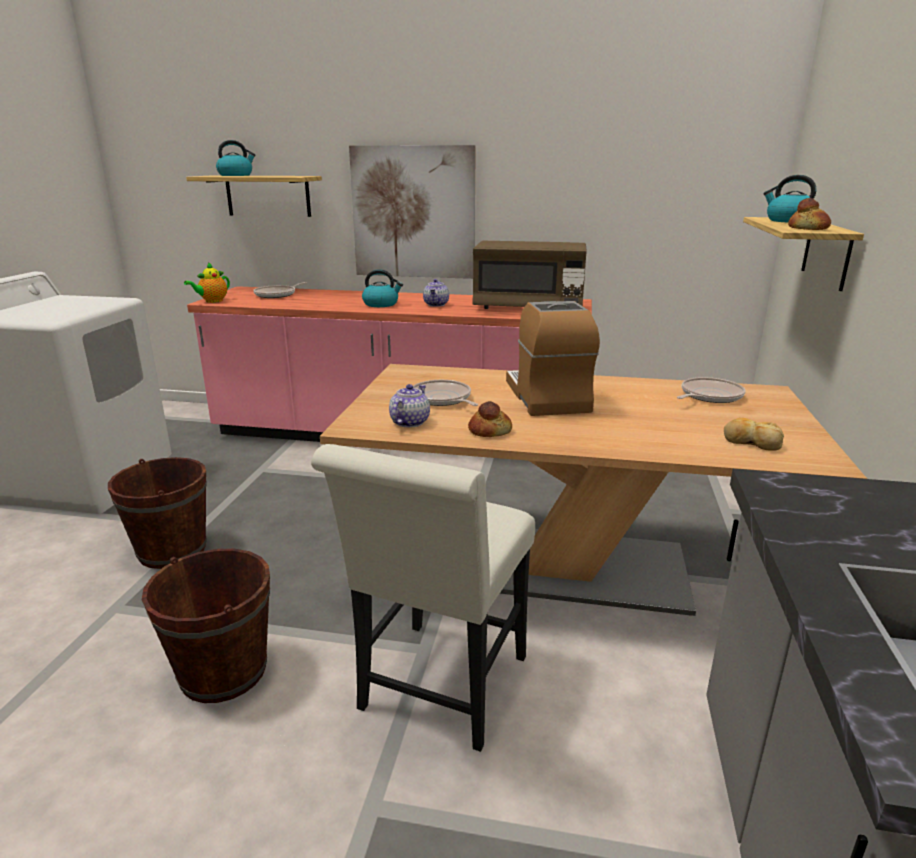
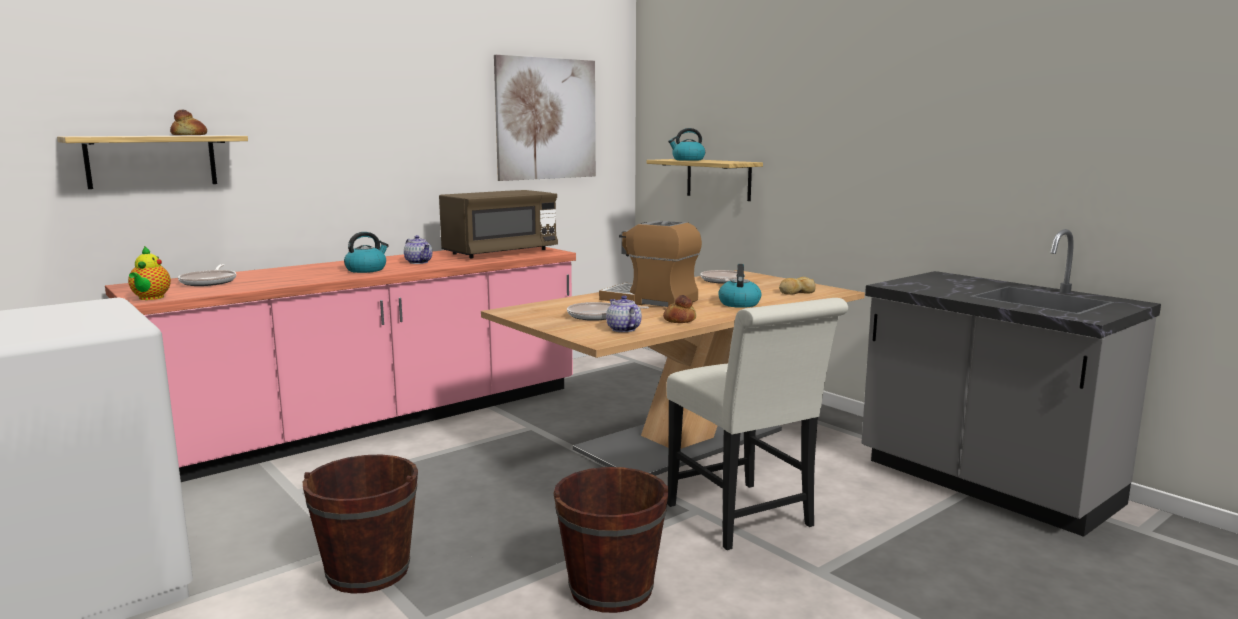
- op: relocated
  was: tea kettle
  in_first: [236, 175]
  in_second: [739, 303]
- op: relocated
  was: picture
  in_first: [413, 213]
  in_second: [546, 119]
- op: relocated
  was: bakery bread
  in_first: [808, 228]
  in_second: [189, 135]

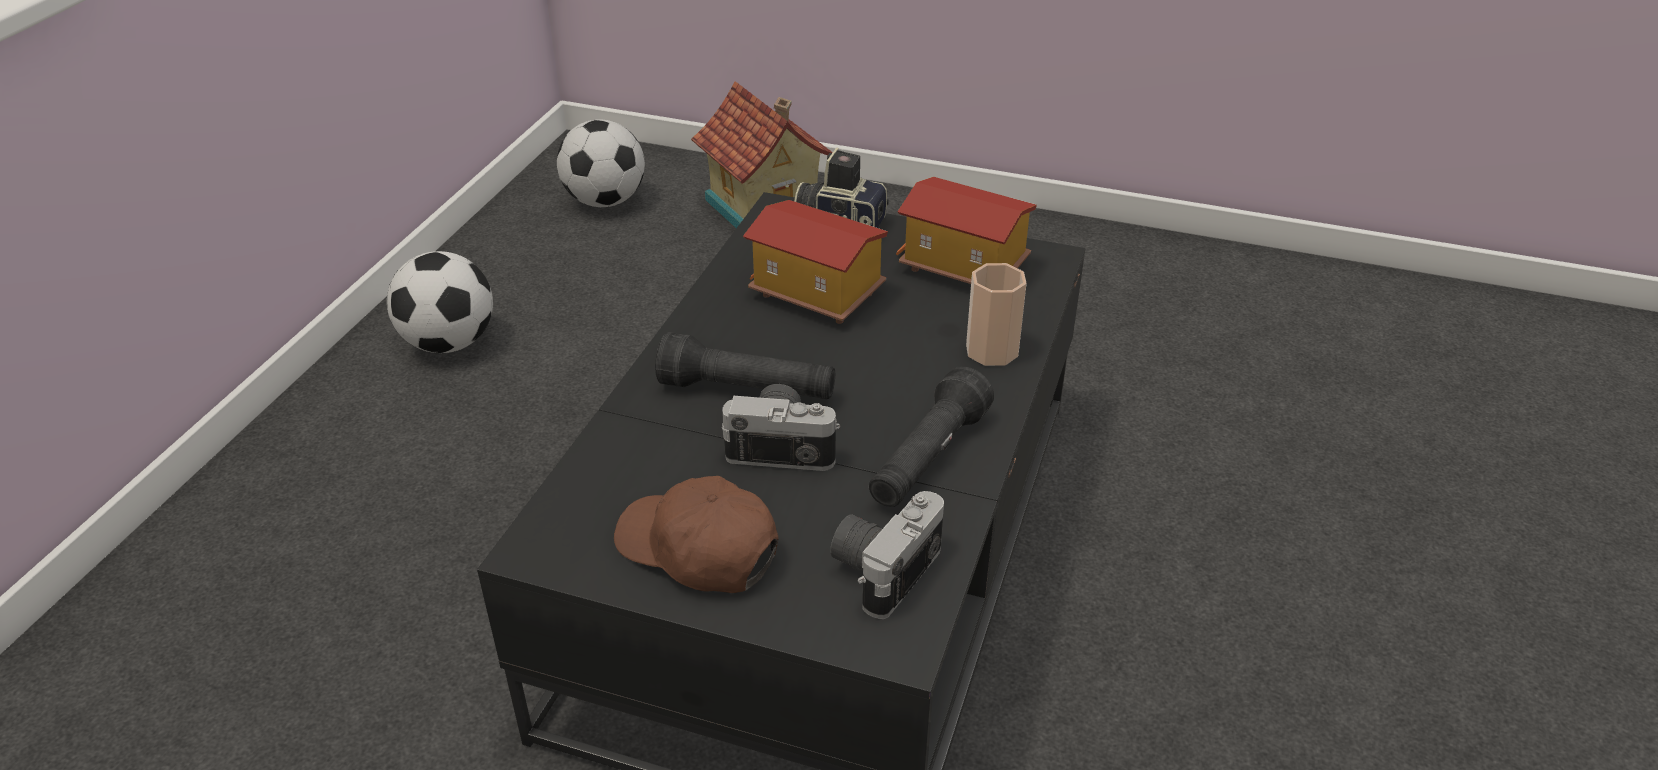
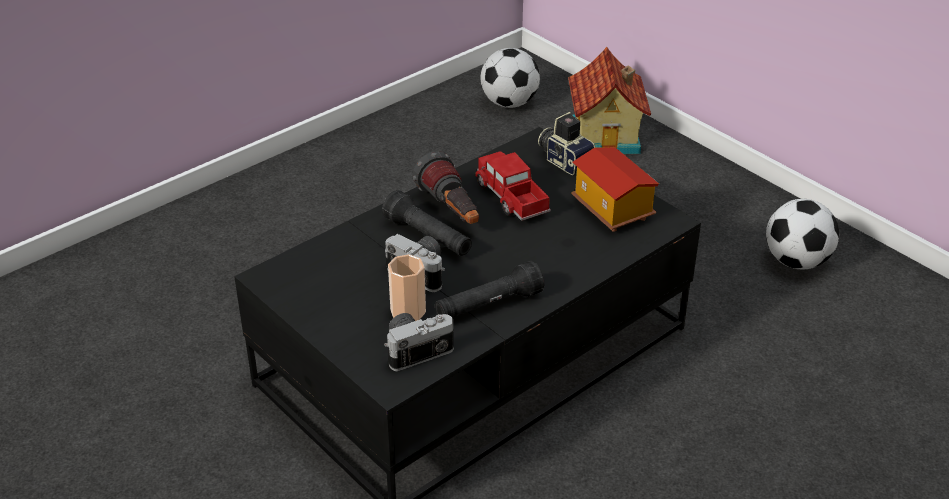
- op: relocated
  was: football ball
  in_first: [449, 343]
  in_second: [796, 261]
- op: missing
  was: cap/brown-coloured
  in_first: [698, 550]
- op: exchanged
  was: miniature house
  now: model truck
  in_first: [814, 295]
  in_second: [511, 197]
- op: relocated
  was: small cup
  in_first: [992, 351]
  in_second: [408, 311]
- op: appeared
  now: hand torch
  in_second: [451, 211]

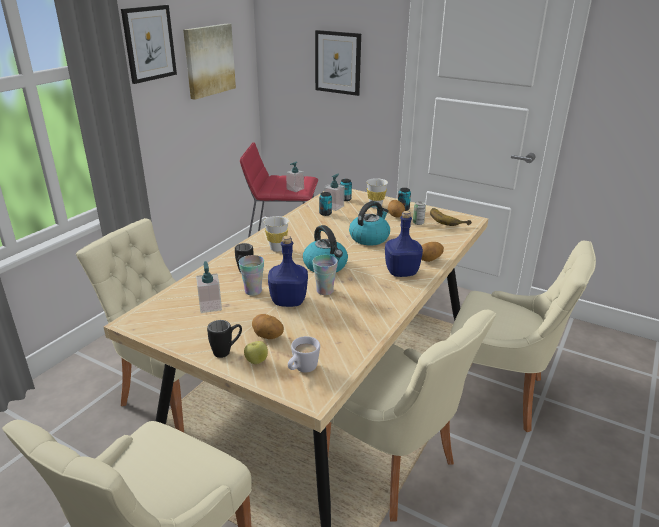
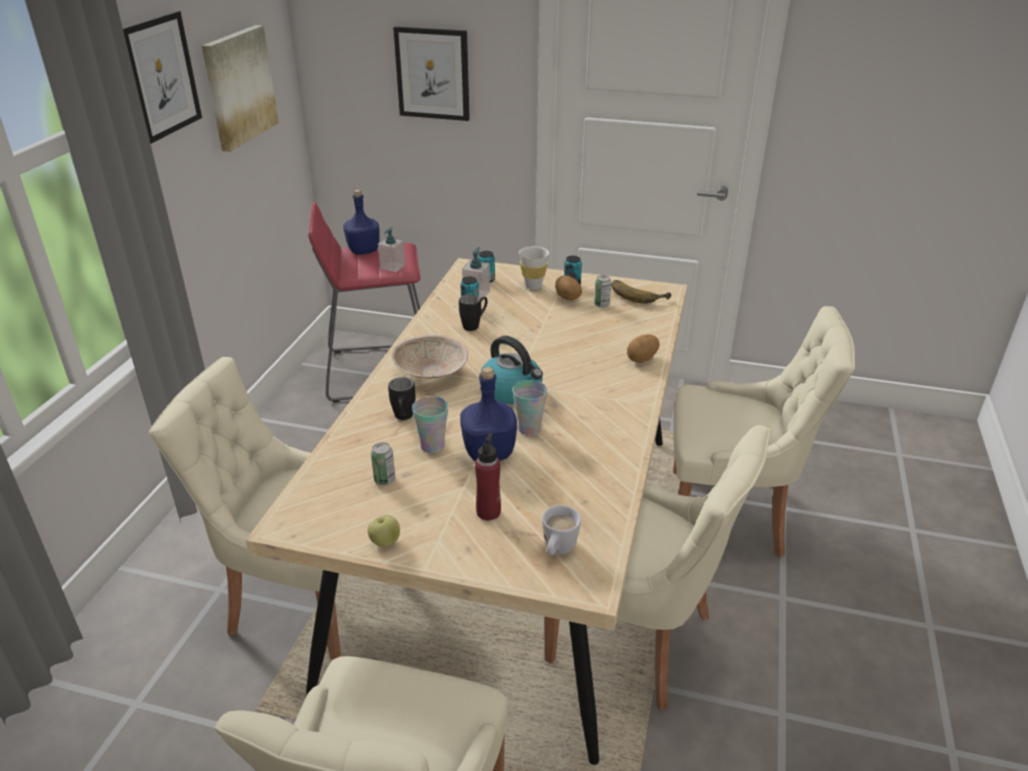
- op: exchanged
  was: soap dispenser
  now: sealed can
  in_first: [210, 306]
  in_second: [384, 480]
- op: relocated
  was: mug/blackish
  in_first: [227, 351]
  in_second: [475, 325]
- op: relocated
  was: whole apple
  in_first: [256, 361]
  in_second: [385, 542]
- op: exchanged
  was: whole potato
  now: bottle/reddish
  in_first: [267, 337]
  in_second: [488, 512]
- op: exchanged
  was: small cup/whitish
  now: bowl/sand-coloured
  in_first: [277, 248]
  in_second: [431, 373]
- op: missing
  was: tea kettle
  in_first: [369, 238]
- op: relocated
  was: bottle/bluish
  in_first: [402, 272]
  in_second: [364, 250]

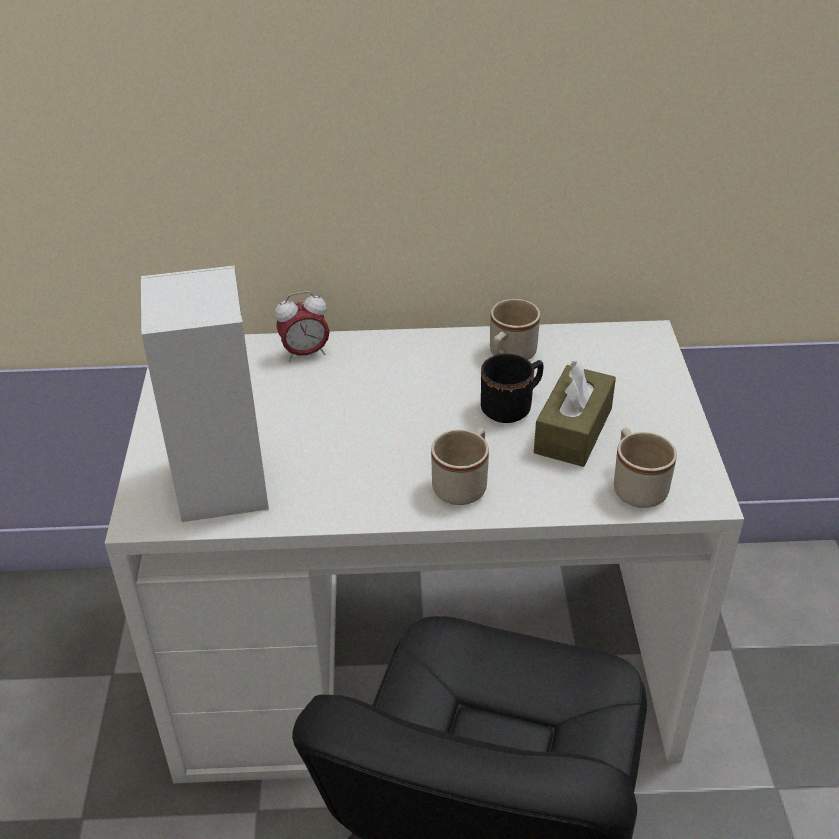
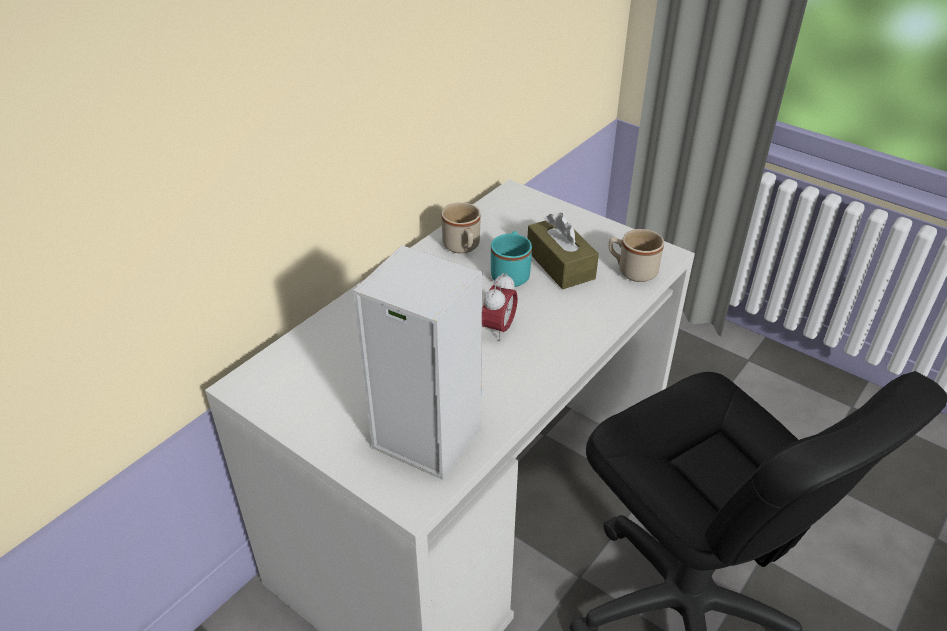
- op: relocated
  was: alarm clock
  in_first: [305, 353]
  in_second: [499, 329]
- op: missing
  was: mug/sand-coloured
  in_first: [464, 484]
- op: colour
  was: mug/blackish
  now: mug/turquoise-coloured
  in_first: [512, 407]
  in_second: [511, 273]

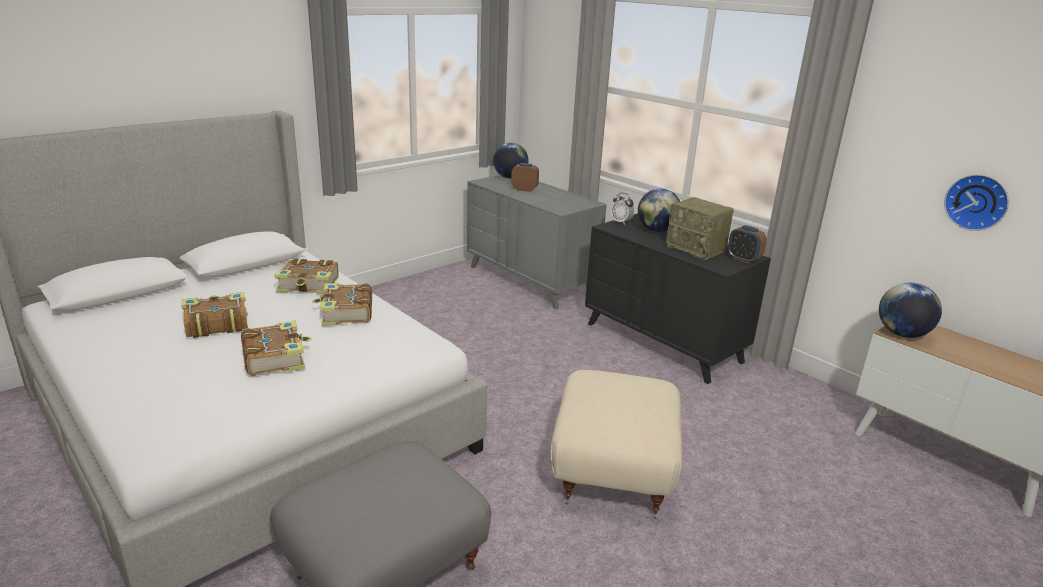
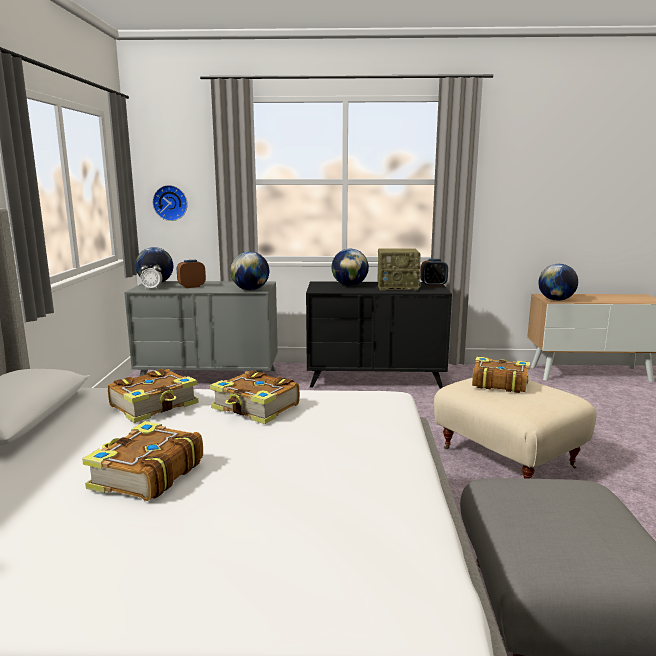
- op: relocated
  was: book
  in_first: [275, 358]
  in_second: [499, 383]
- op: relocated
  was: alarm clock
  in_first: [621, 222]
  in_second: [152, 288]
- op: relocated
  was: hanging clock
  in_first: [977, 201]
  in_second: [170, 203]
- op: appeared
  now: globe
  in_second: [250, 290]

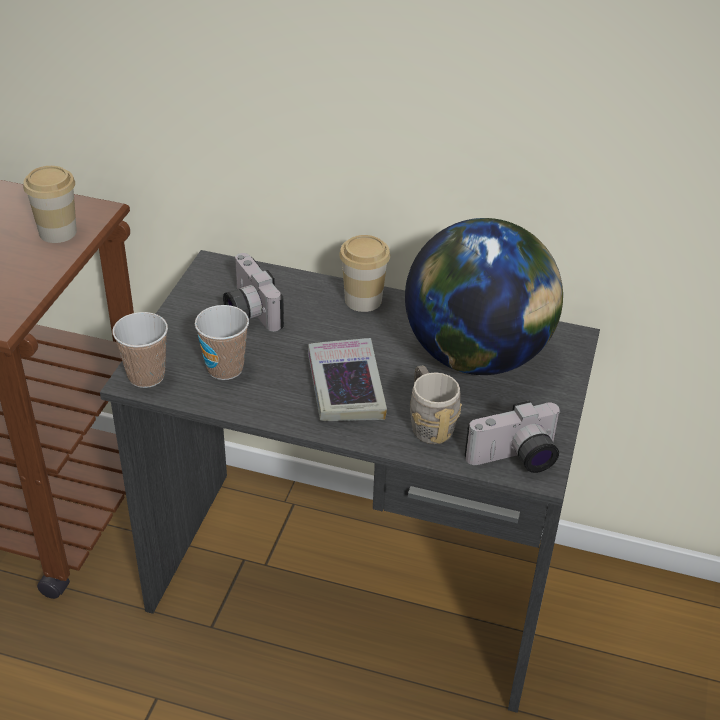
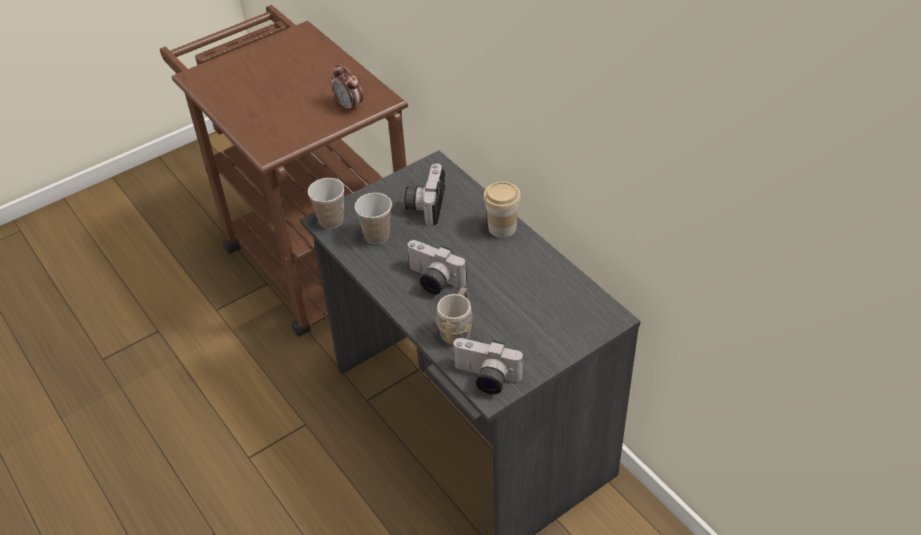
- op: exchanged
  was: small cup
  now: alarm clock
  in_first: [58, 232]
  in_second: [349, 106]
- op: exchanged
  was: book
  now: photo camera
  in_first: [345, 387]
  in_second: [433, 281]
- op: missing
  was: globe
  in_first: [477, 356]

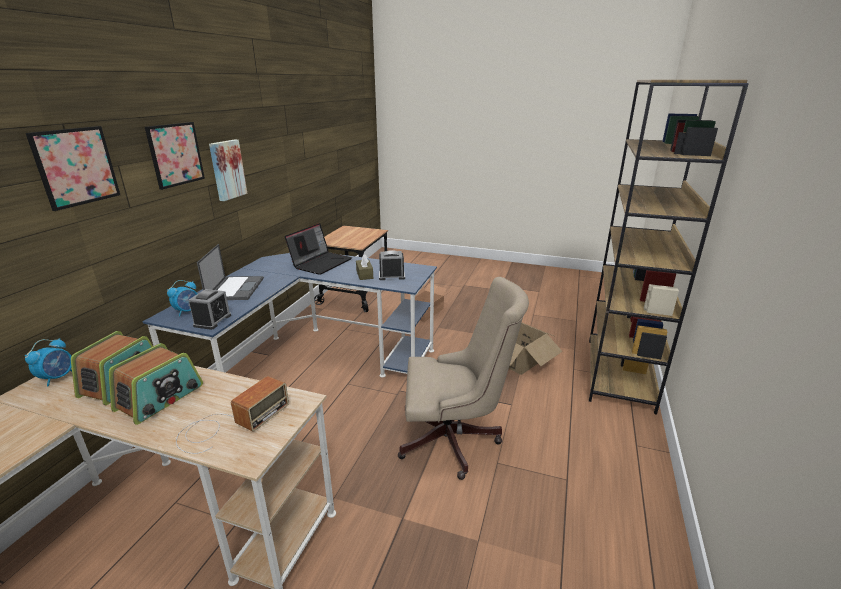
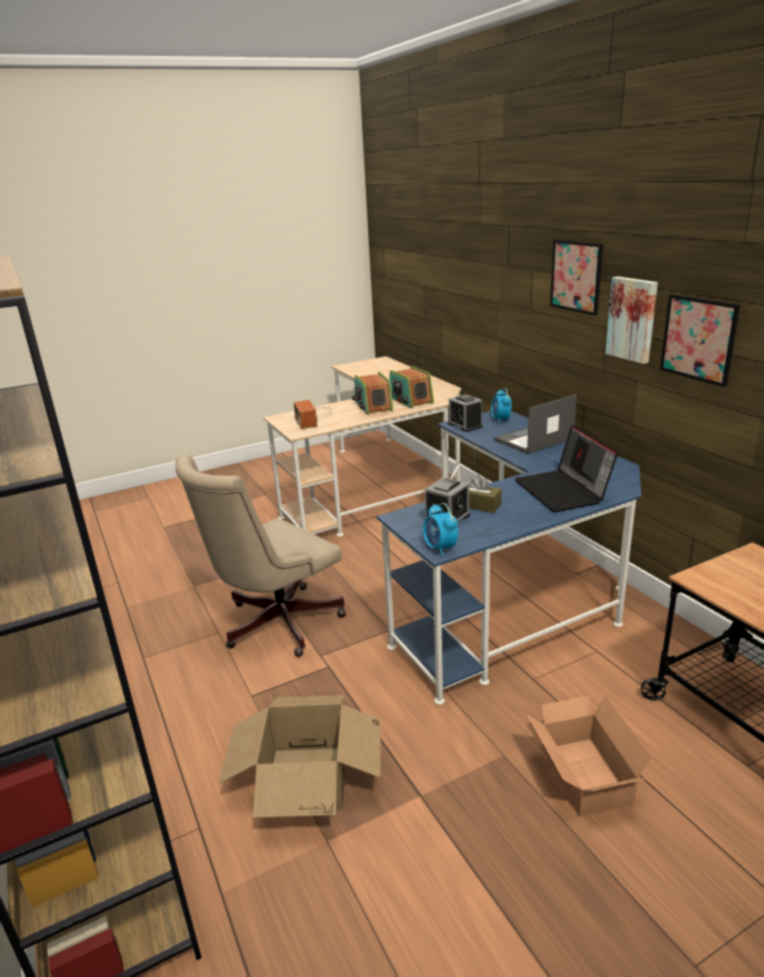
- op: relocated
  was: alarm clock
  in_first: [58, 377]
  in_second: [440, 548]
- op: relocated
  was: picture
  in_first: [76, 167]
  in_second: [698, 339]
- op: spun
  was: notebook computer
  in_first: [235, 288]
  in_second: [533, 440]
  clockwise: 105

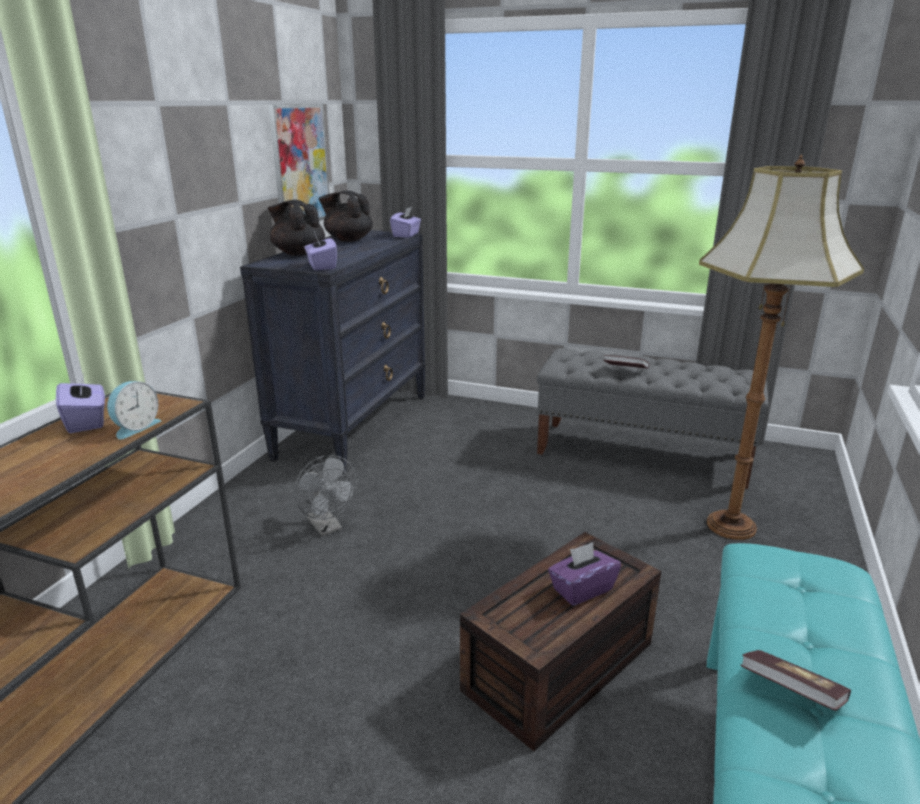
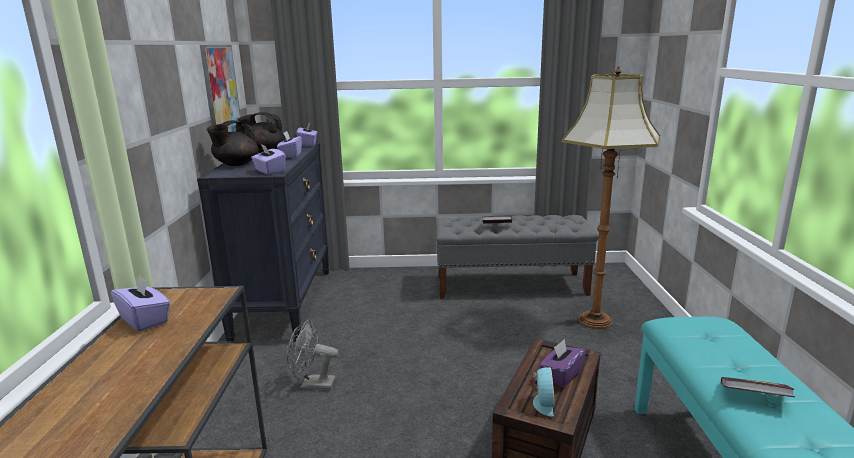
- op: relocated
  was: alarm clock
  in_first: [135, 427]
  in_second: [542, 403]
- op: spun
  was: tea pot/blackish
  in_first: [298, 253]
  in_second: [236, 164]
  clockwise: -75
- op: spun
  was: electric fan/gray
  in_first: [327, 527]
  in_second: [312, 384]
  clockwise: 150
- op: appeared
  now: tissue box/purple-coloured
  in_second: [290, 156]

